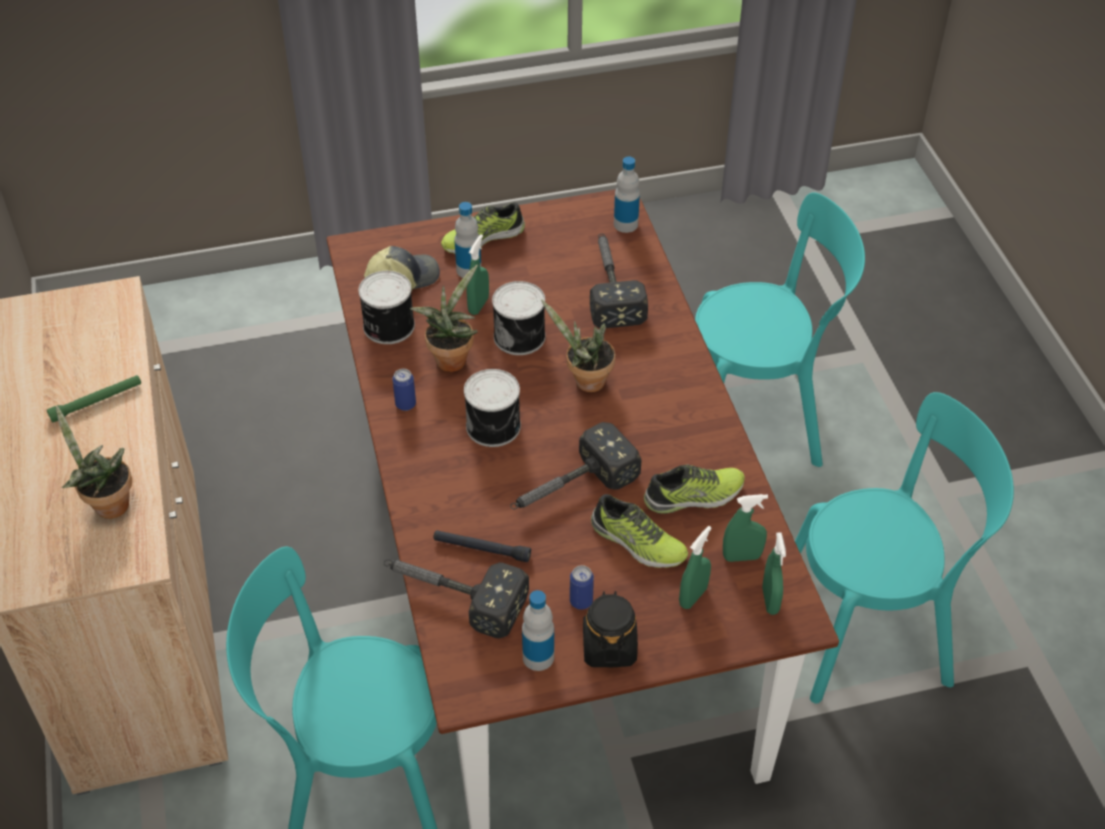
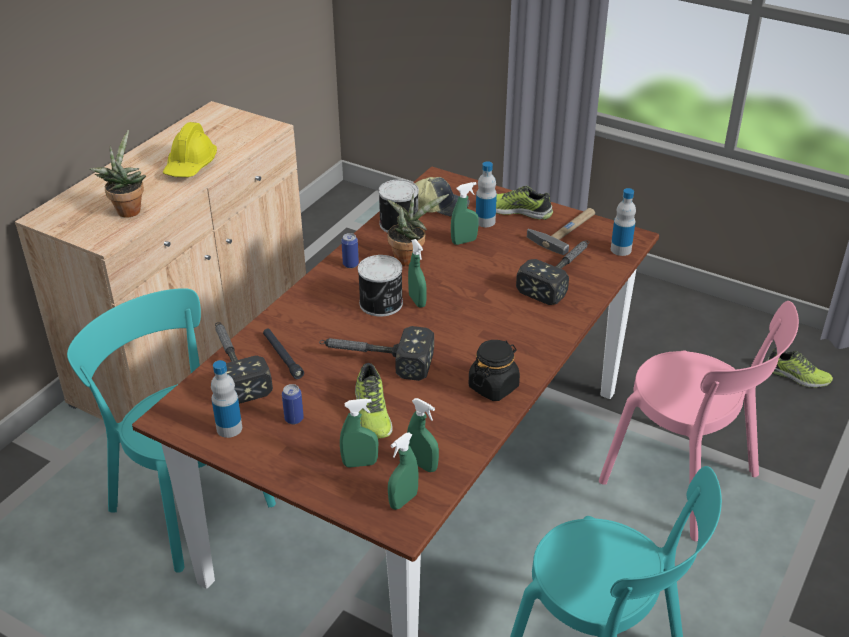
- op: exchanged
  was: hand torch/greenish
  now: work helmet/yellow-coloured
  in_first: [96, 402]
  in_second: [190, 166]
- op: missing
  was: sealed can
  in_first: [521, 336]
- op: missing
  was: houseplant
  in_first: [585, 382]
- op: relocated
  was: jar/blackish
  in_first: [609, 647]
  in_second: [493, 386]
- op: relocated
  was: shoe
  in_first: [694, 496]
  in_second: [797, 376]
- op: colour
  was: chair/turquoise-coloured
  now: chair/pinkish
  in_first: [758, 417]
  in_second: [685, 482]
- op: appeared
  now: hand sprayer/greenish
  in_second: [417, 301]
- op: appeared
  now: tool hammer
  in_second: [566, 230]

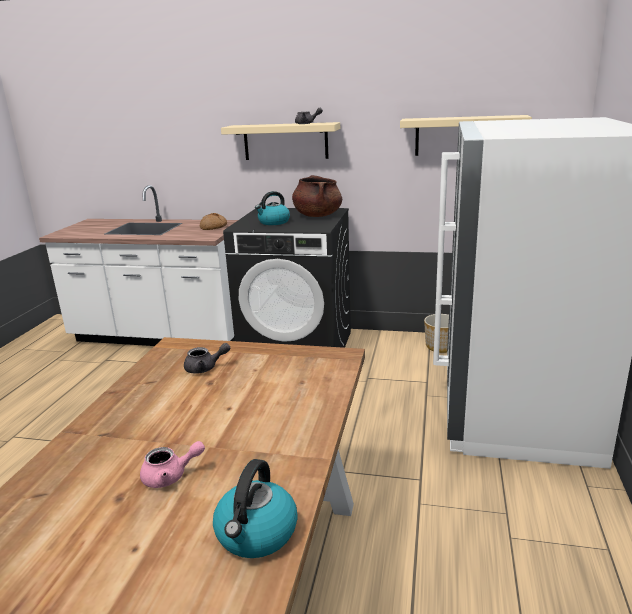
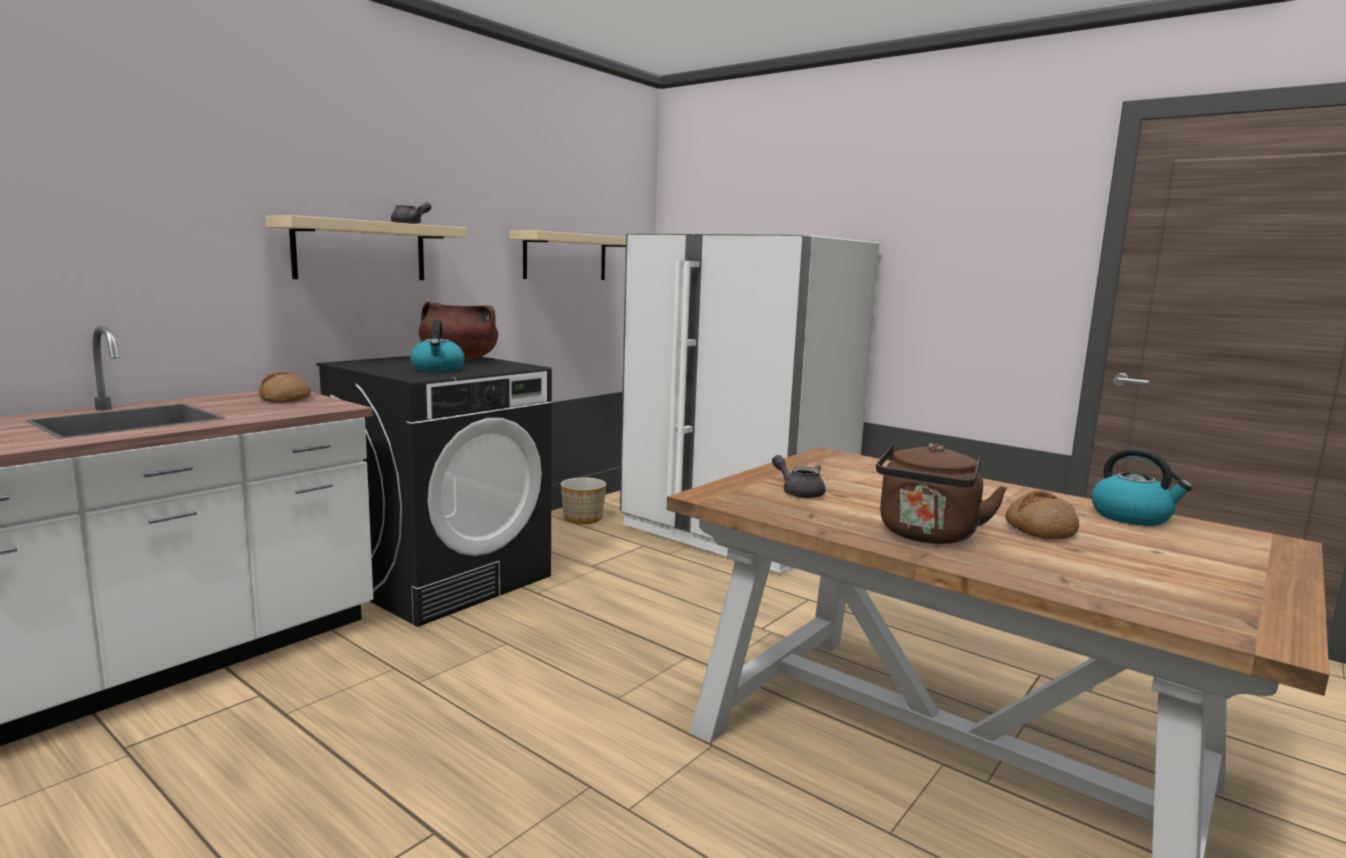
- op: exchanged
  was: tea pot/pinkish
  now: bakery bread
  in_first: [170, 476]
  in_second: [1039, 529]
- op: spun
  was: tea pot/gray
  in_first: [205, 368]
  in_second: [799, 492]
  clockwise: -60
- op: appeared
  now: tea kettle/brown-coloured
  in_second: [926, 536]

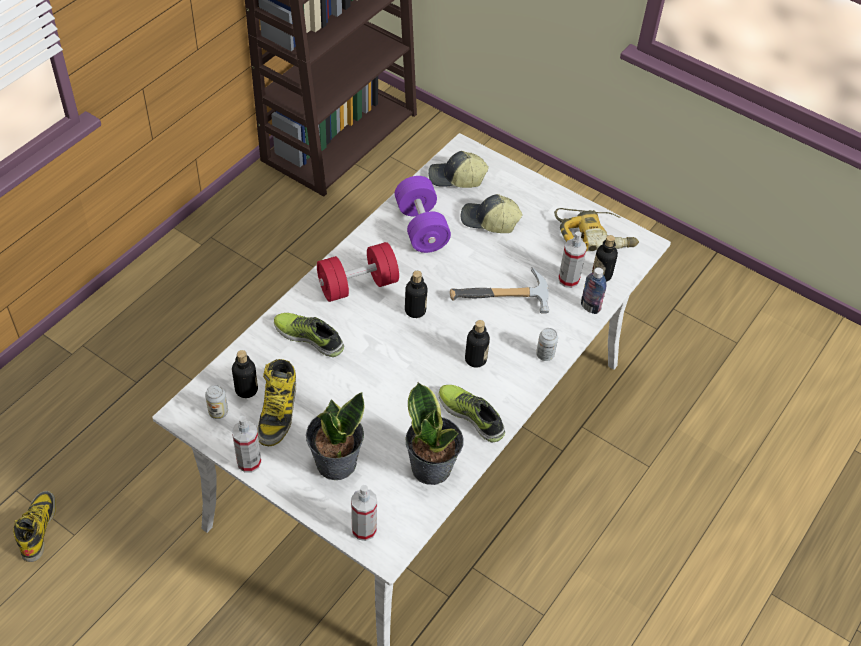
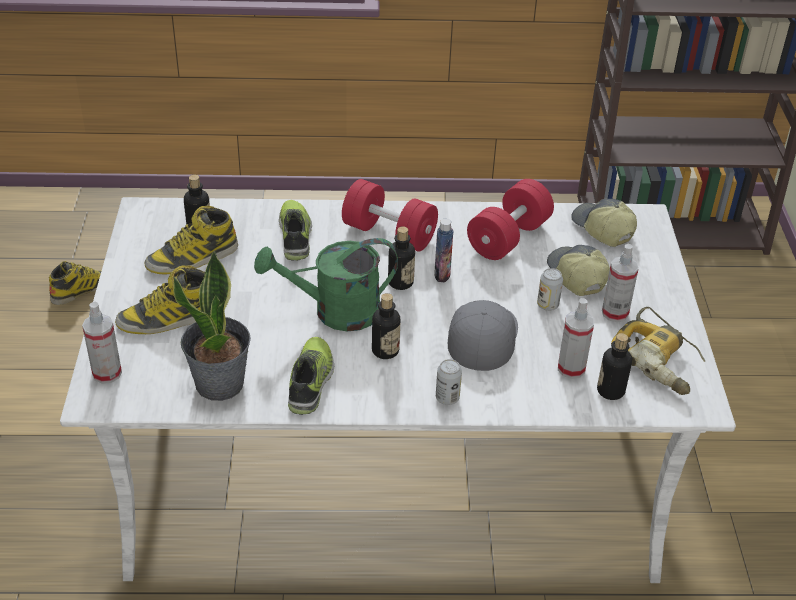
- op: relocated
  was: sealed can
  in_first: [218, 412]
  in_second: [547, 305]
- op: relocated
  was: hand sprayer
  in_first: [249, 462]
  in_second: [615, 313]
- op: exchanged
  was: houseplant
  now: boot
  in_first: [335, 462]
  in_second: [168, 319]
- op: colour
  was: free weight/purple-coloured
  now: free weight/reddish
  in_first: [421, 227]
  in_second: [508, 237]
- op: exchanged
  was: tool hammer
  now: cap/gray
  in_first: [503, 302]
  in_second: [481, 335]
- op: relocated
  was: bottle
  in_first: [590, 307]
  in_second: [442, 274]
- op: appeared
  now: sprinkling can/greenish
  in_second: [335, 312]

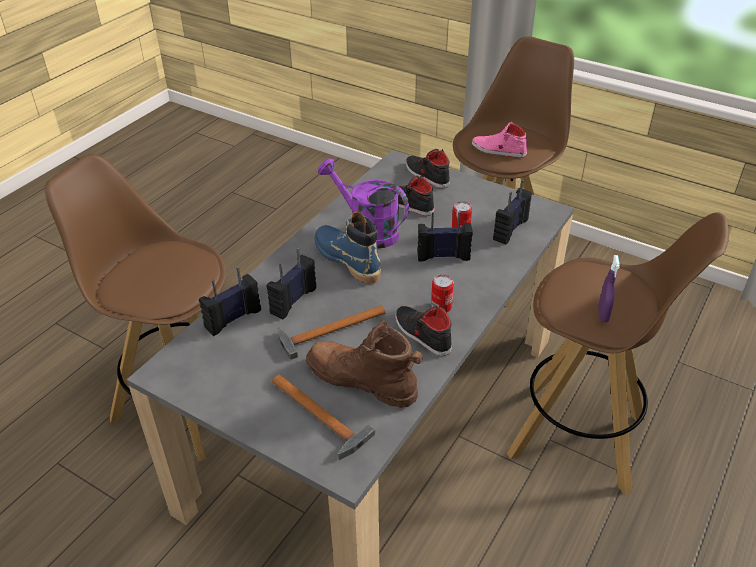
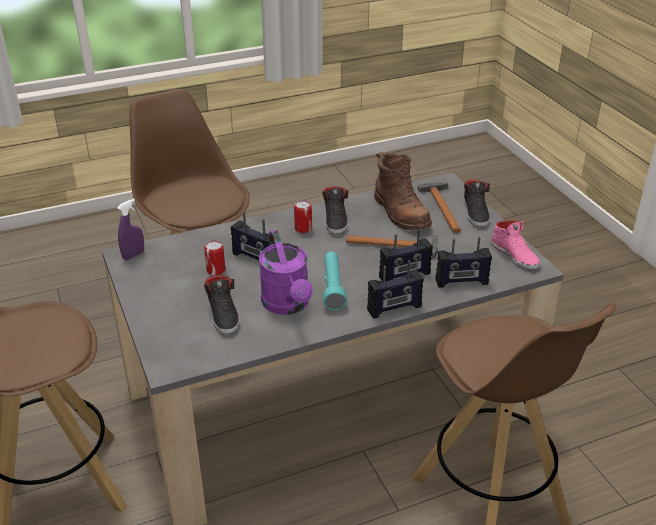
- op: exchanged
  was: boot/bluish
  now: hand torch/turquoise-coloured
  in_first: [347, 260]
  in_second: [333, 287]
- op: relocated
  was: shoe/blackish
  in_first: [426, 175]
  in_second: [476, 213]
- op: relocated
  was: shoe/pinkish
  in_first: [498, 150]
  in_second: [515, 255]
- op: relocated
  was: radio receiver
  in_first: [510, 229]
  in_second: [394, 308]
- op: relocated
  was: hand sprayer/purple-coloured
  in_first: [603, 314]
  in_second: [133, 255]

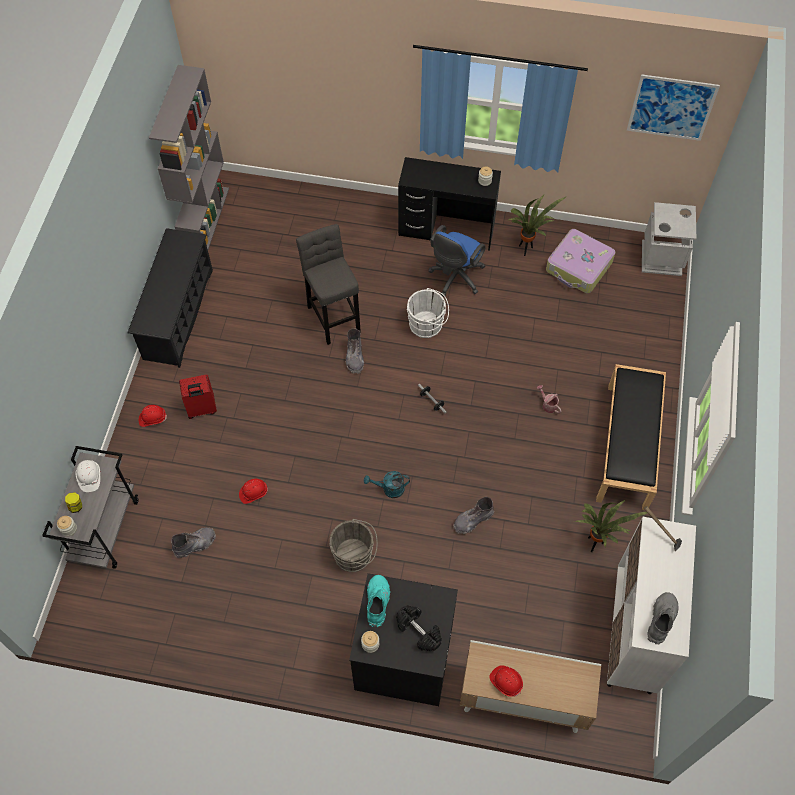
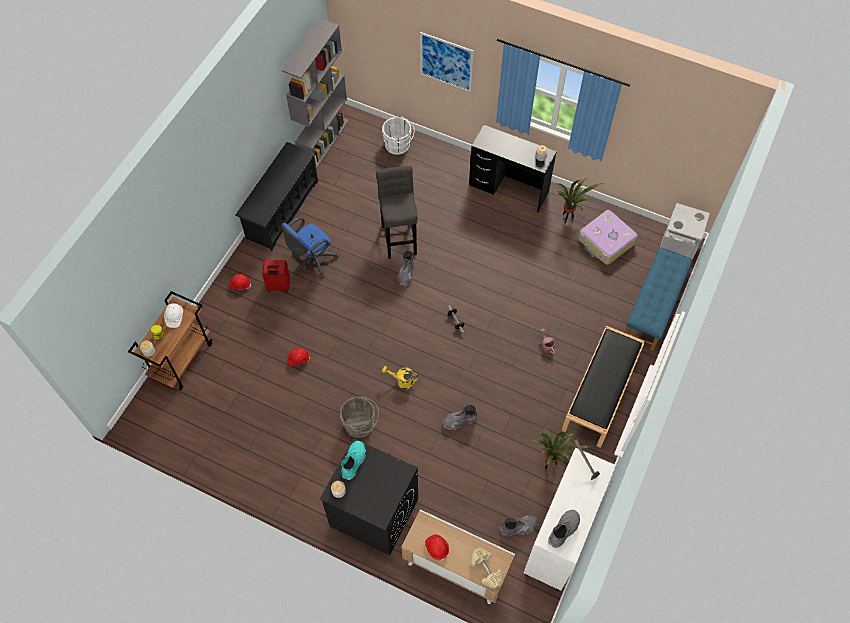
- op: colour
  was: cart/gray
  now: cart/brown-coloured
  in_first: [105, 529]
  in_second: [182, 359]
- op: relocated
  was: boot/gray
  in_first: [195, 544]
  in_second: [519, 527]
- op: colour
  was: sprinkling can/turquoise-coloured
  now: sprinkling can/yellow-coloured
  in_first: [389, 489]
  in_second: [402, 381]
- op: missing
  was: free weight/blackish
  in_first: [419, 631]
- op: relocated
  was: pail/whitish
  in_first: [428, 325]
  in_second: [399, 146]
- op: relocated
  was: office chair/bluish
  in_first: [455, 278]
  in_second: [312, 261]
- op: relocated
  was: picture
  in_first: [671, 107]
  in_second: [446, 62]
- op: appeared
  now: free weight/sand-coloured
  in_second: [486, 570]
- op: appeared
  now: long seat/bluish
  in_second: [653, 308]

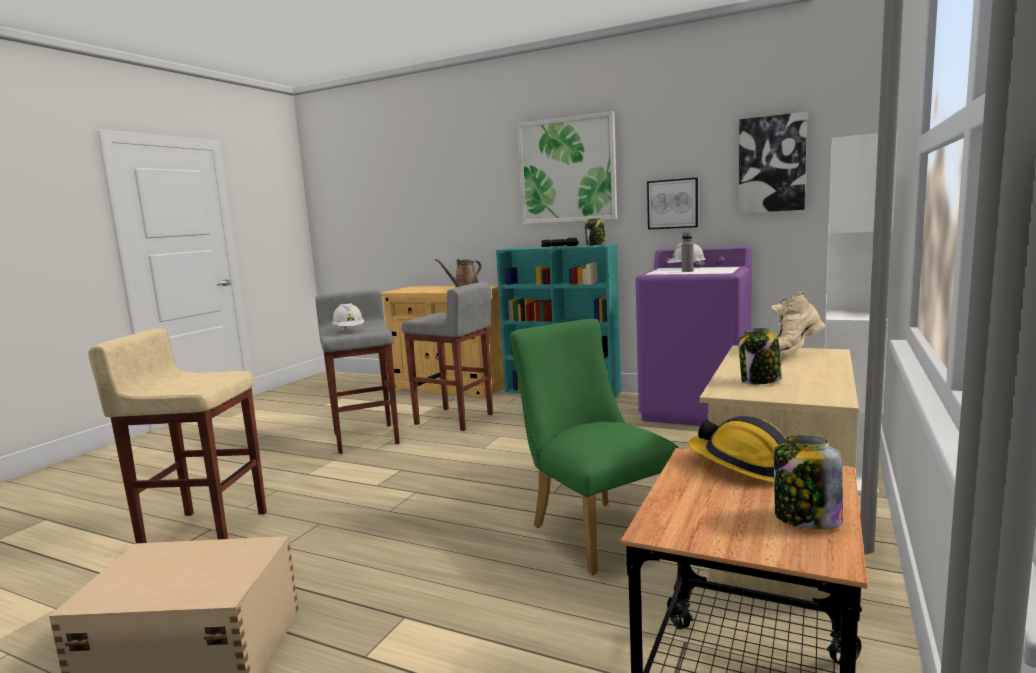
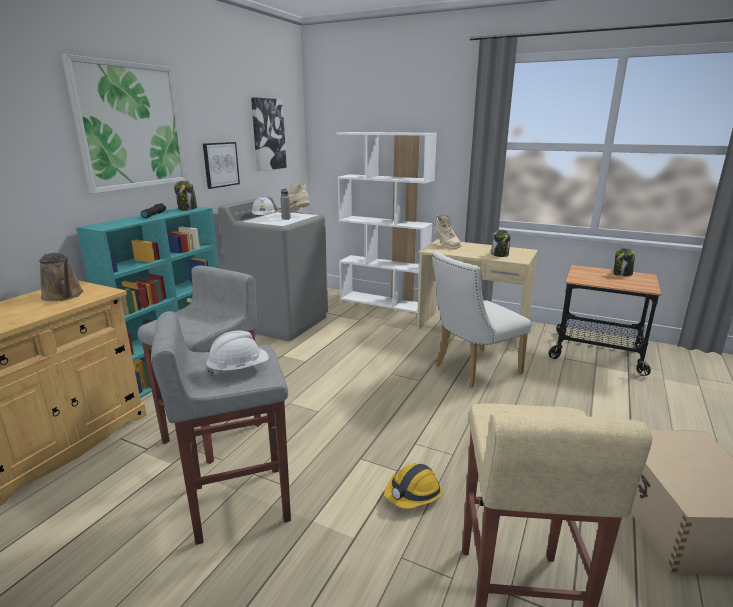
- op: colour
  was: chair/greenish
  now: chair/whitish
  in_first: [594, 530]
  in_second: [472, 370]
- op: colour
  was: laundry machine/purple-coloured
  now: laundry machine/gray
  in_first: [696, 410]
  in_second: [281, 322]
- op: relocated
  was: work helmet
  in_first: [743, 466]
  in_second: [413, 494]
- op: appeared
  now: boot/sand-coloured
  in_second: [294, 214]

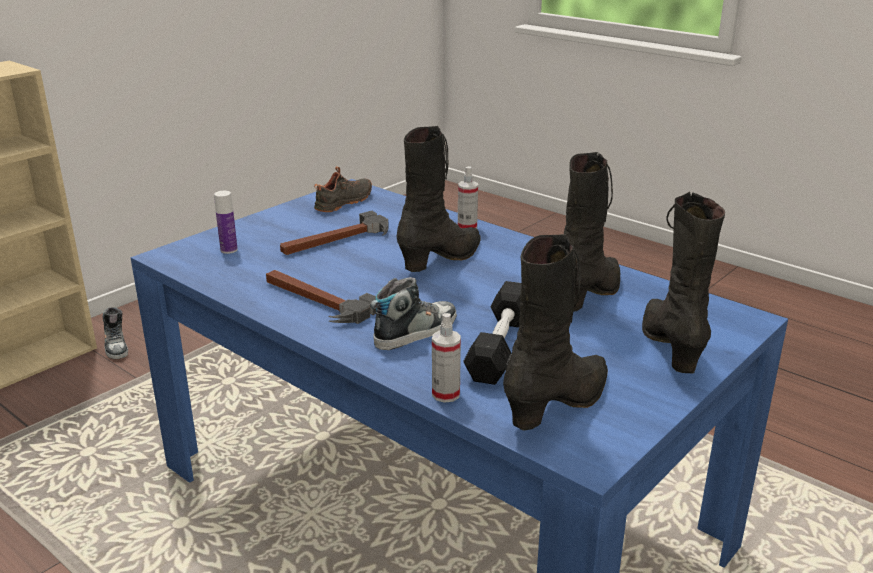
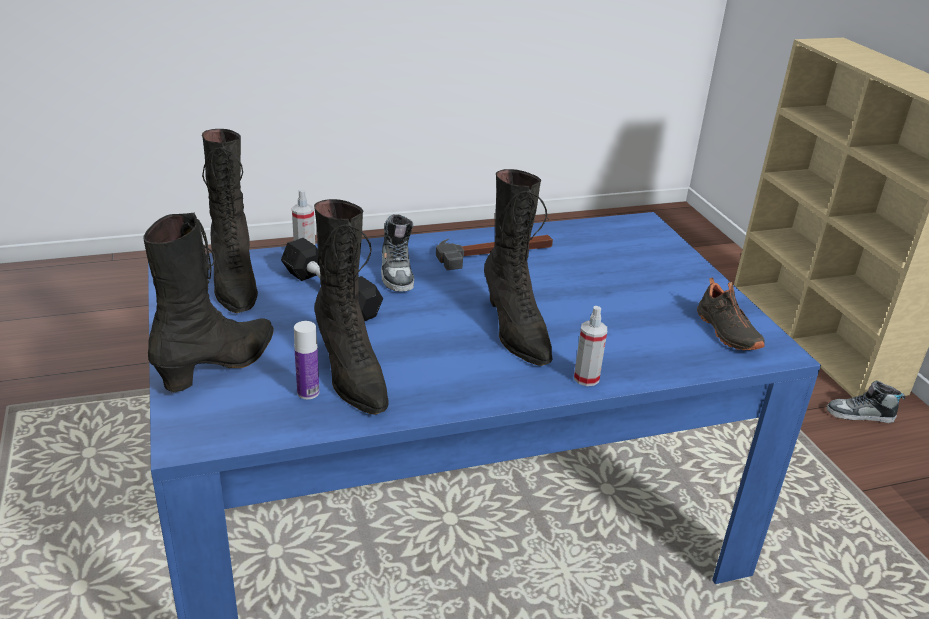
- op: relocated
  was: bottle
  in_first: [229, 250]
  in_second: [308, 392]
- op: missing
  was: tool hammer
  in_first: [336, 241]
- op: spun
  was: boot/blackish
  in_first: [671, 346]
  in_second: [220, 366]
  clockwise: -90

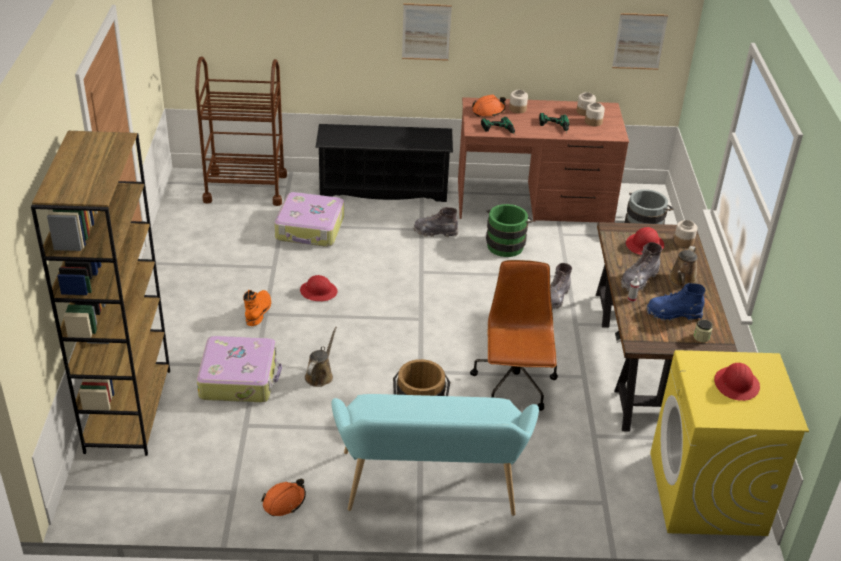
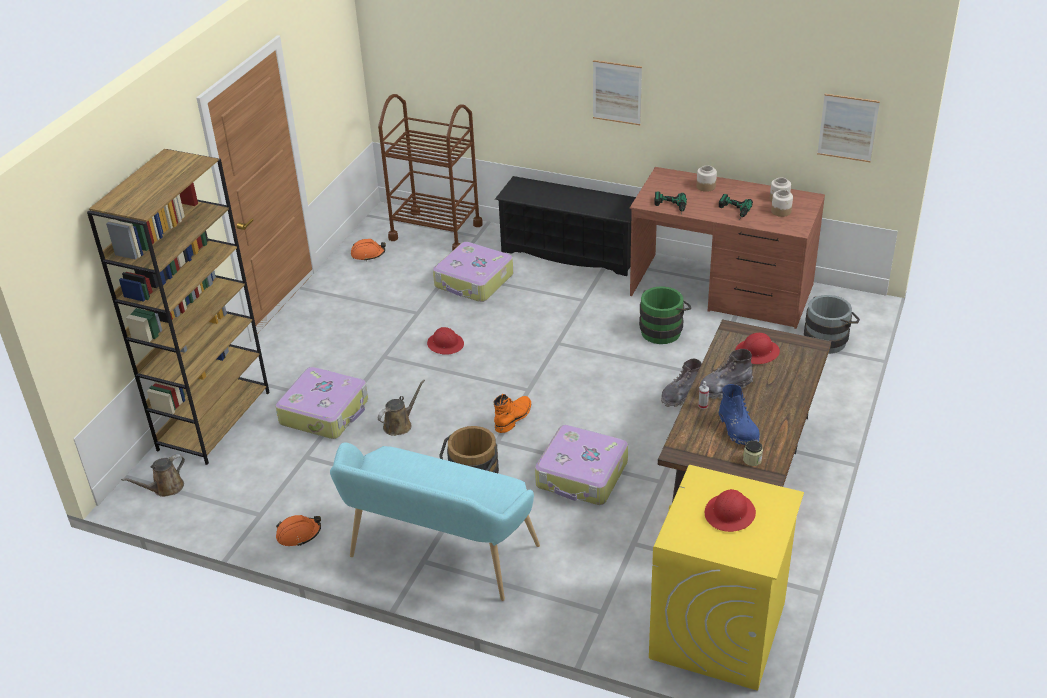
- op: relocated
  was: boot/orange-coloured
  in_first: [258, 311]
  in_second: [513, 417]
- op: missing
  was: boot/gray
  in_first: [435, 232]
- op: exchanged
  was: office chair/brown-coloured
  now: suitcase
  in_first: [514, 386]
  in_second: [582, 475]
- op: relocated
  was: work helmet/orange-coloured
  in_first: [488, 111]
  in_second: [368, 254]
- op: spun
  was: boot/bluish
  in_first: [673, 314]
  in_second: [738, 430]
  clockwise: -135
- op: relocated
  was: sprinkling can/brown-coloured
  in_first: [682, 281]
  in_second: [165, 488]
- op: missing
  was: jar
  in_first: [683, 241]

